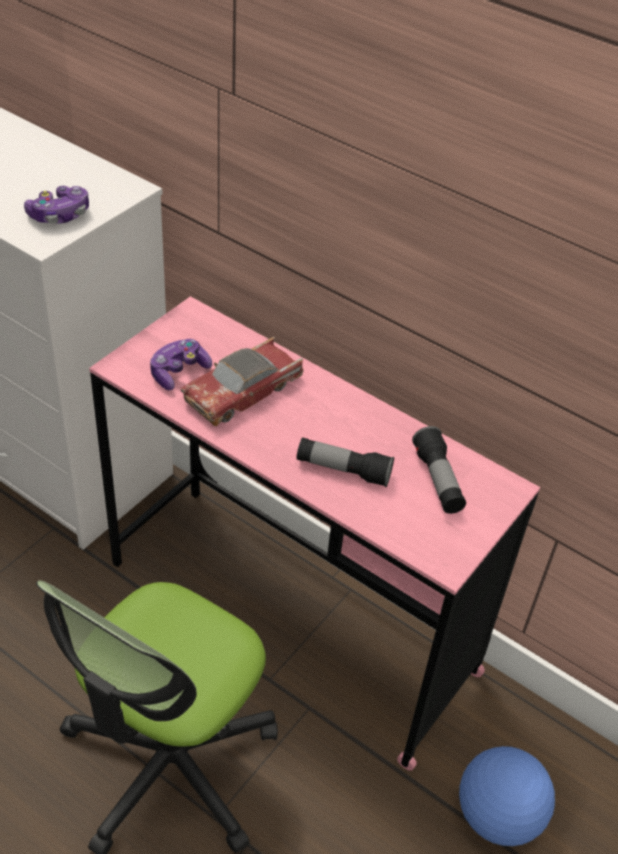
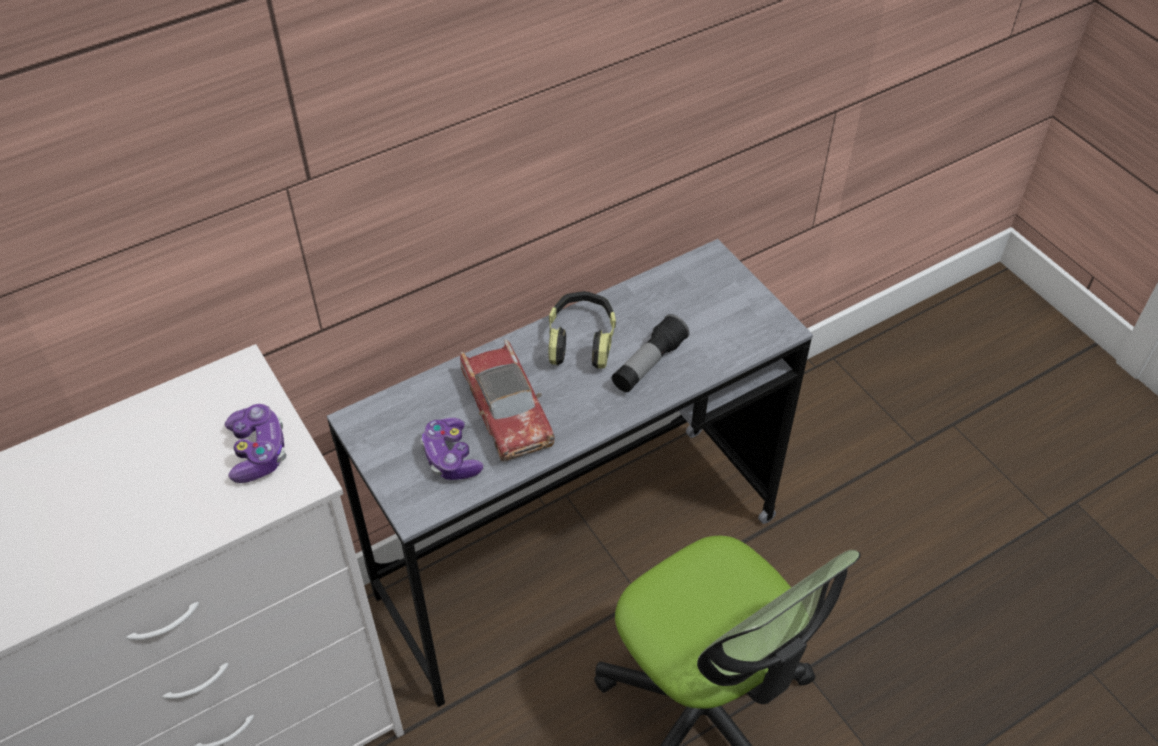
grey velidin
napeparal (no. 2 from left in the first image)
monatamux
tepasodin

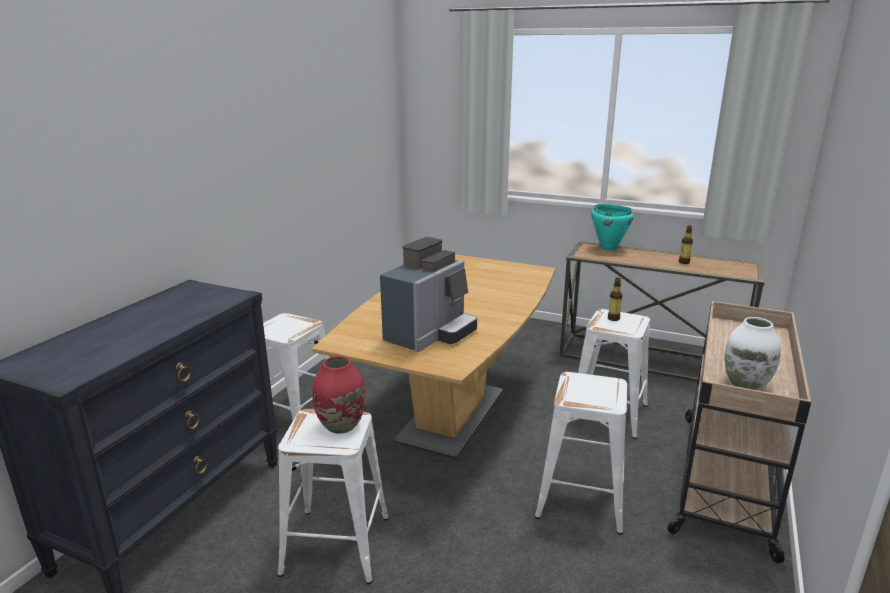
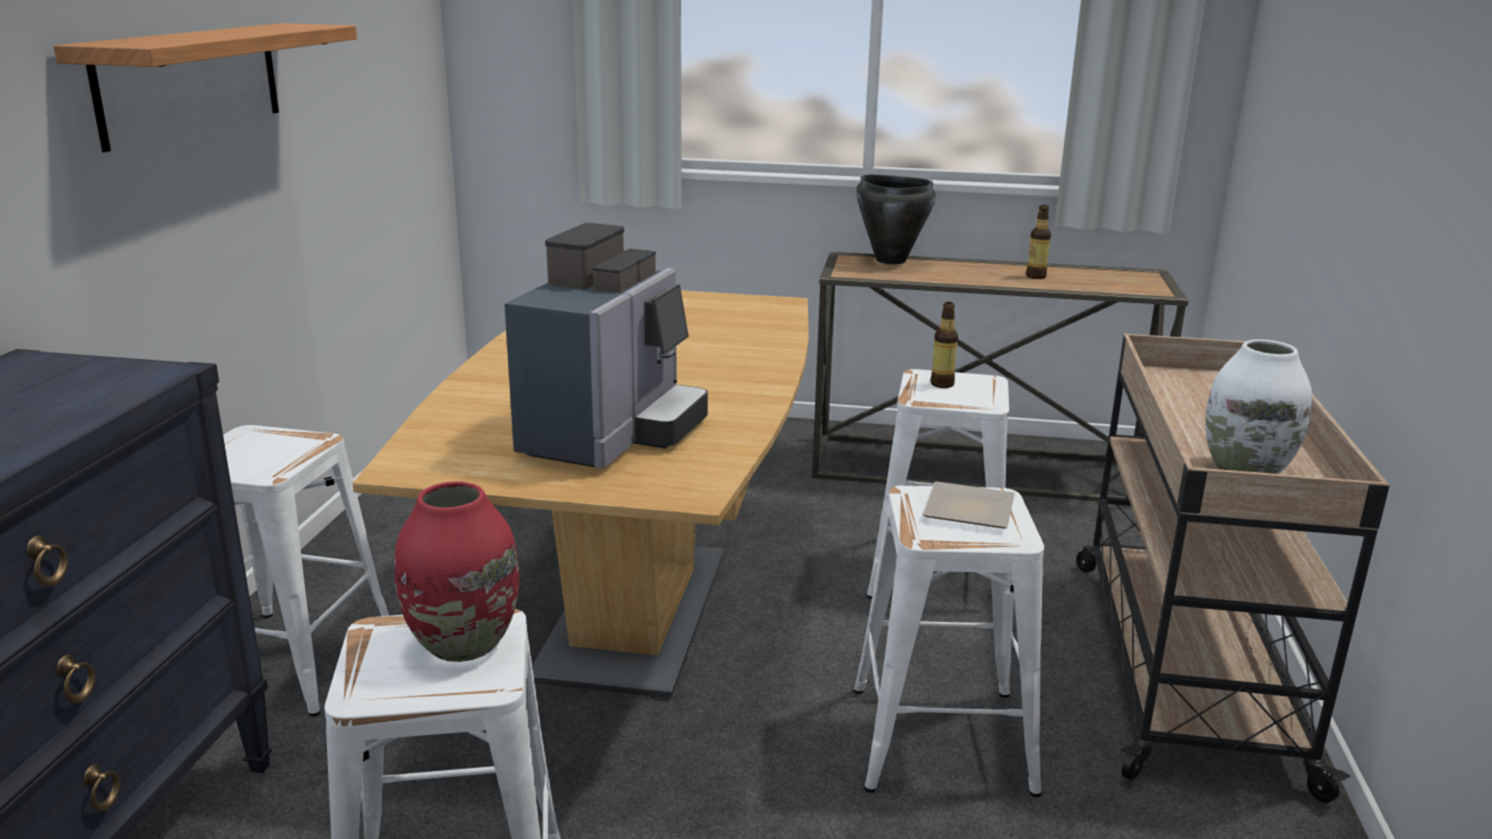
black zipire
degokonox
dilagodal

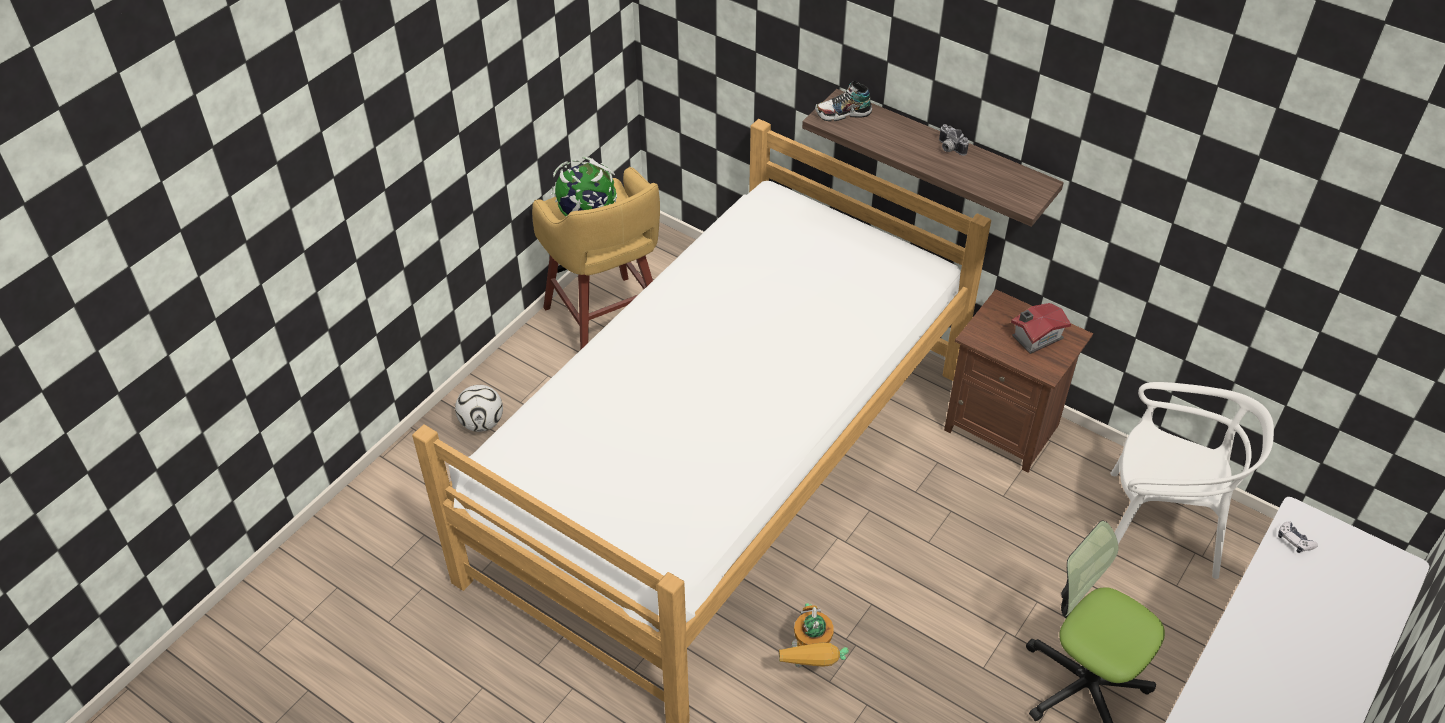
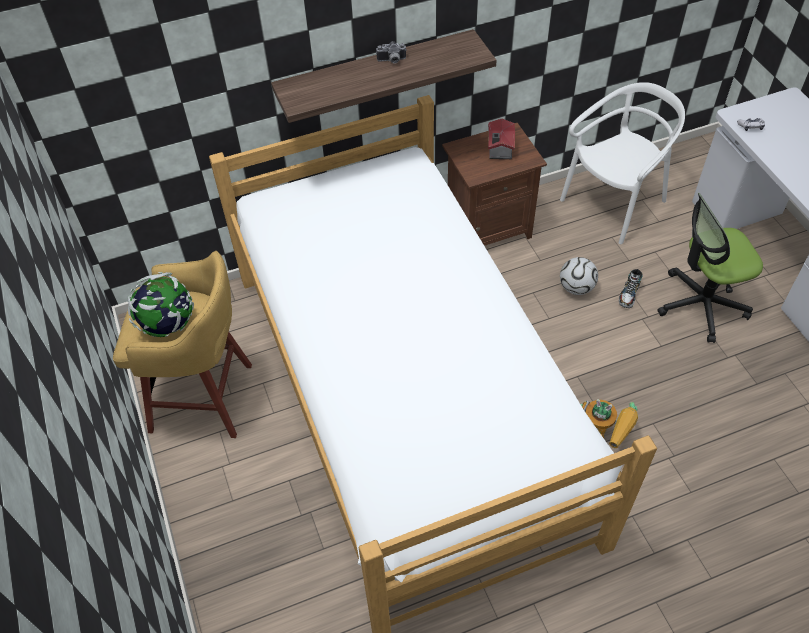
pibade
monatamux

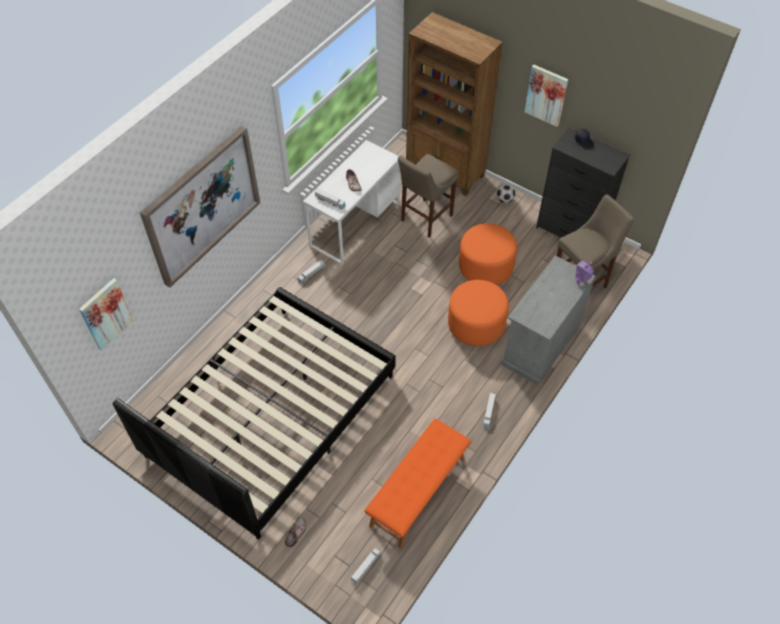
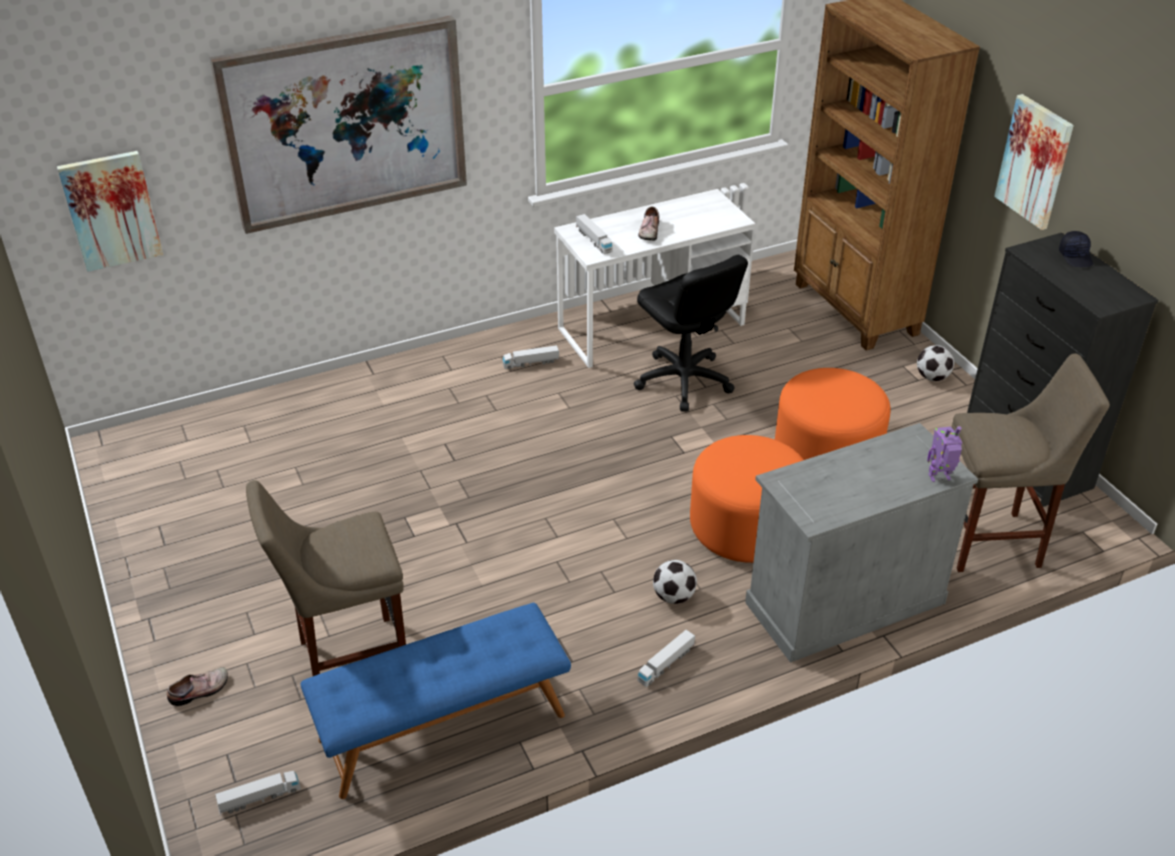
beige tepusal (no. 1 from left)
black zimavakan
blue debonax
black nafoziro
monatamux (no. 1 from left)

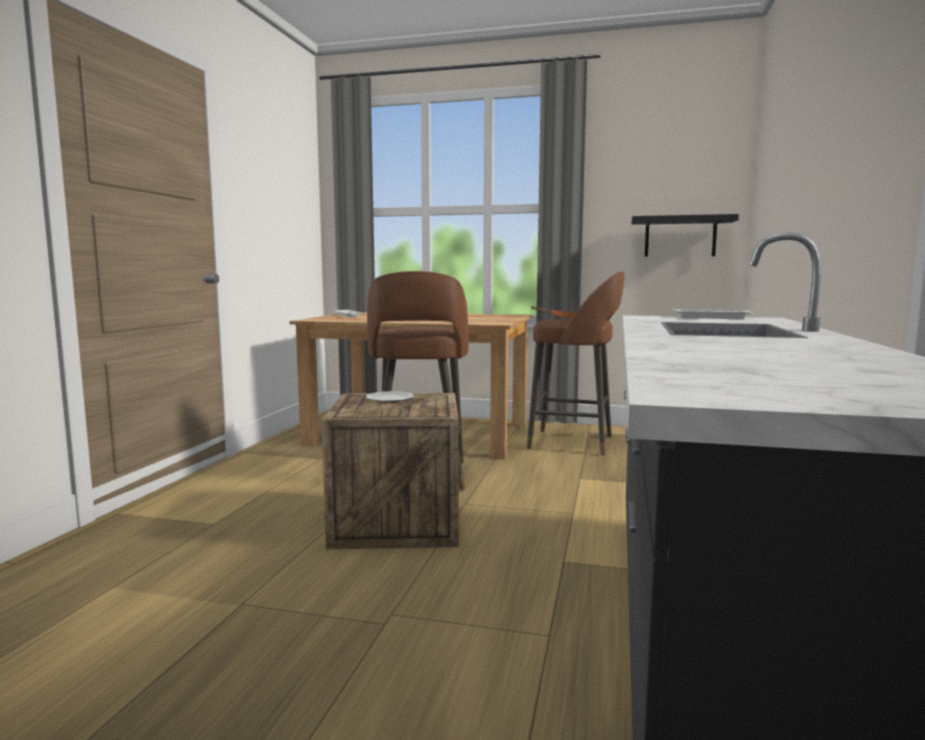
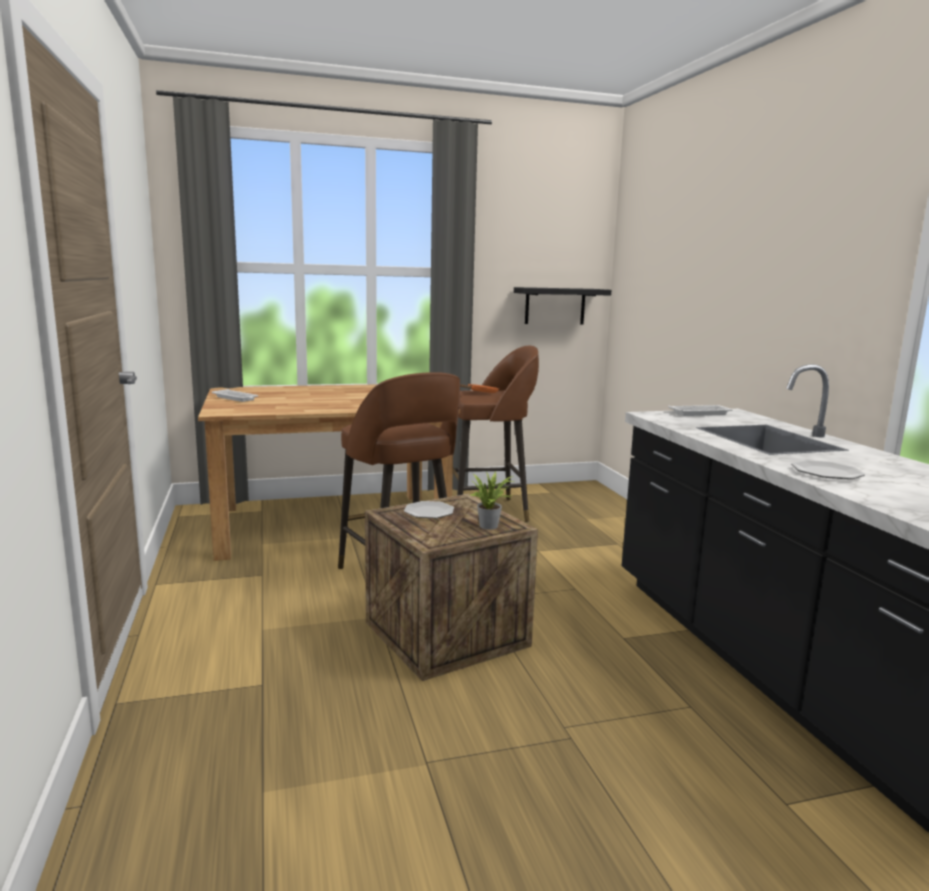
dilagodal (no. 2 from left)
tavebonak

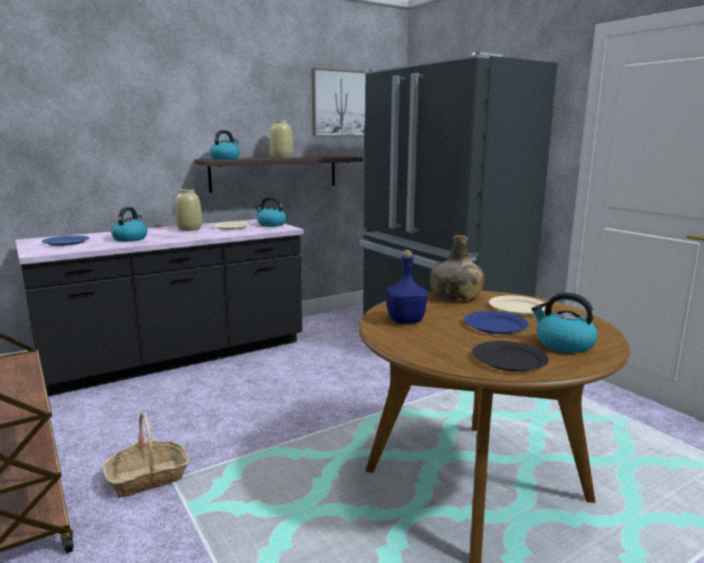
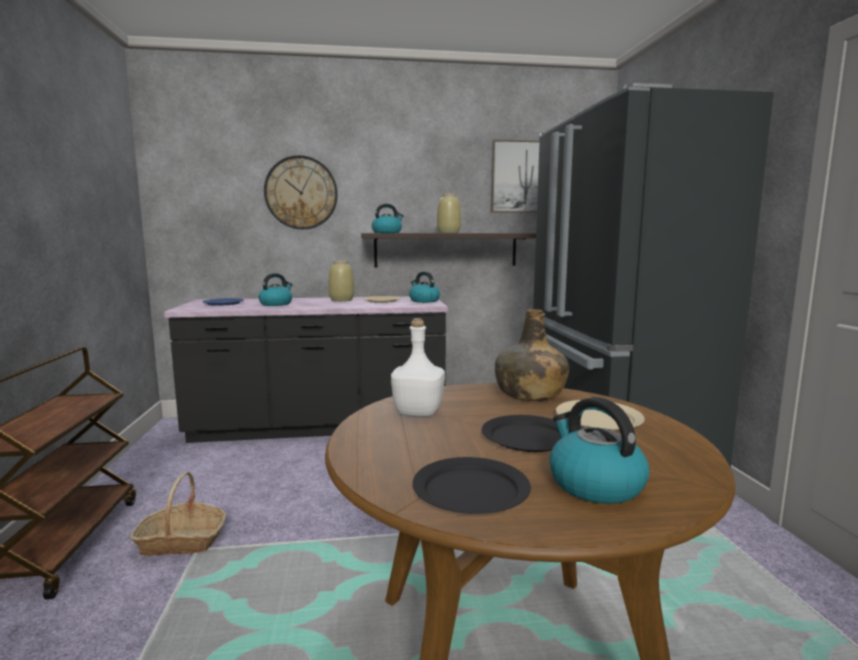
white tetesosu
black dilagodal (no. 2 from left)
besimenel

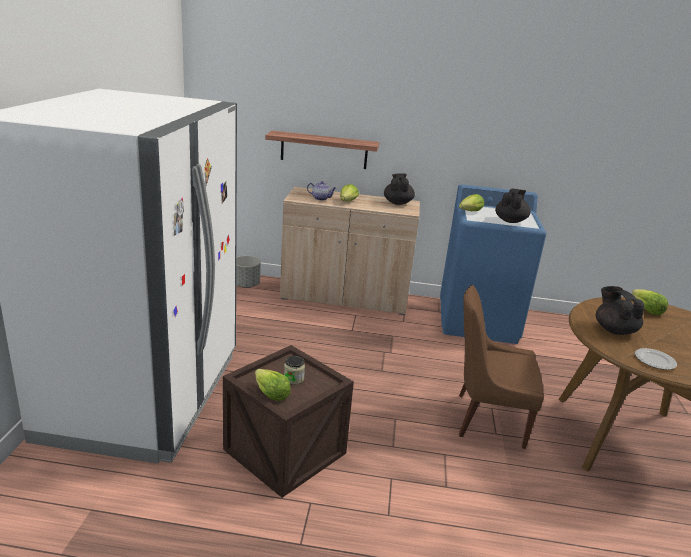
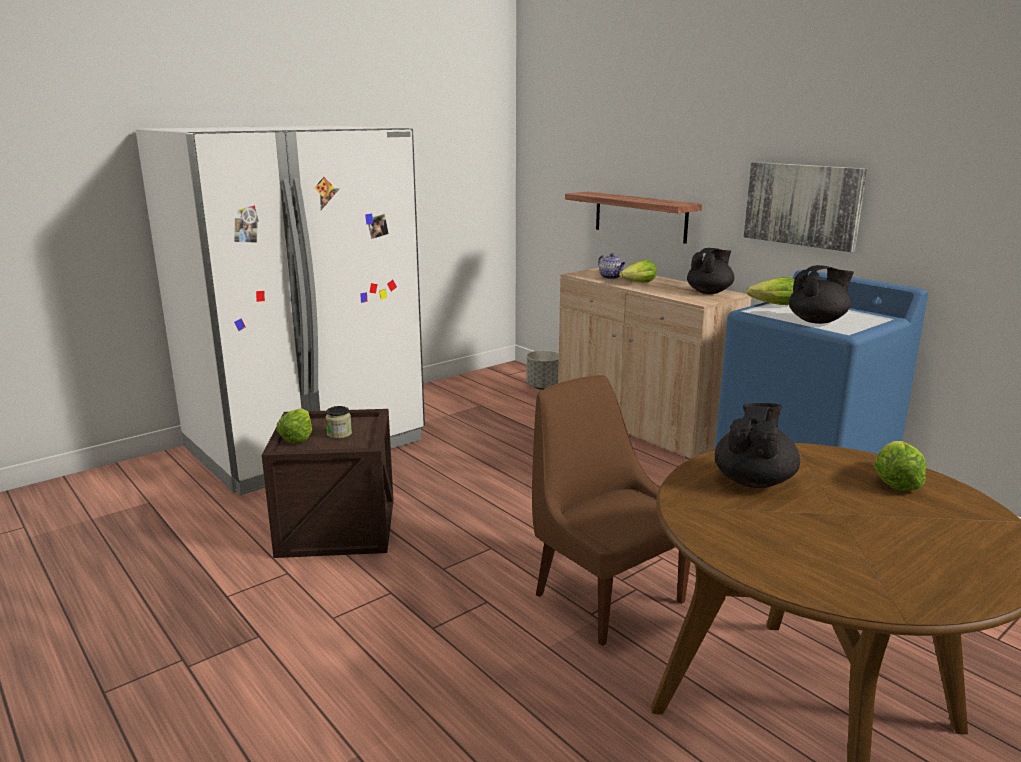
dilagodal
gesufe

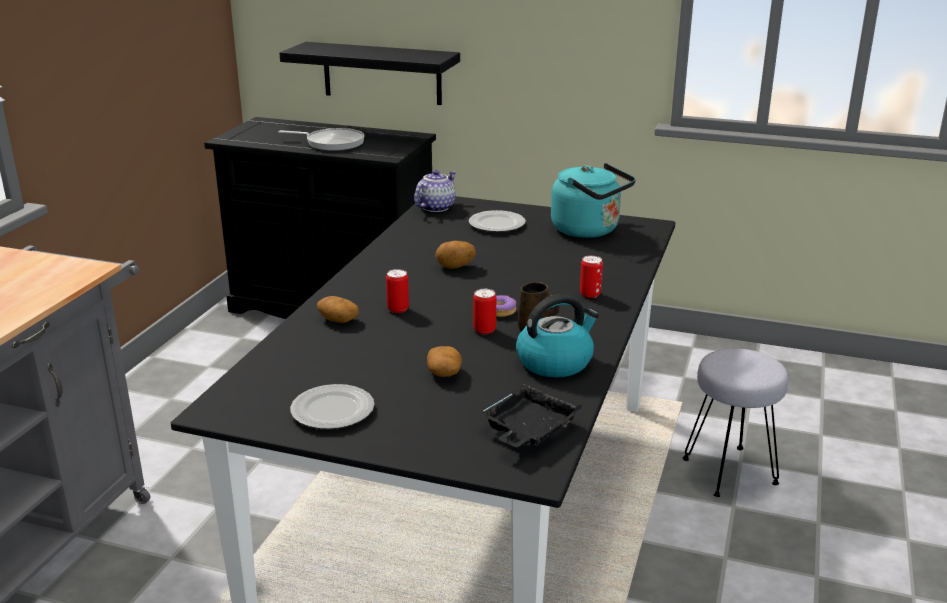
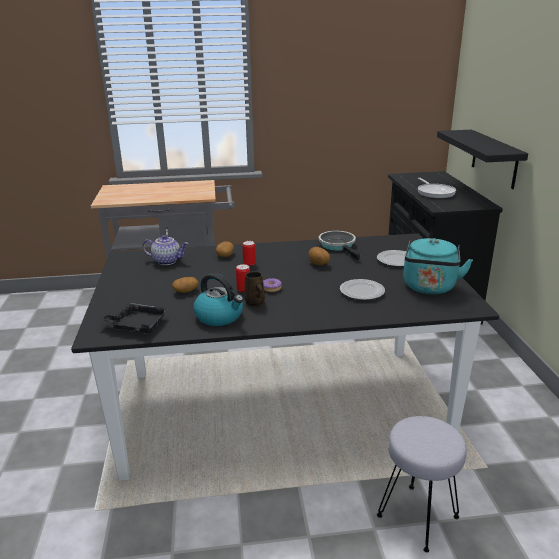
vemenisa
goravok (no. 3 from left in the first image)
dilagodal (no. 1 from left)
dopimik (no. 1 from left)

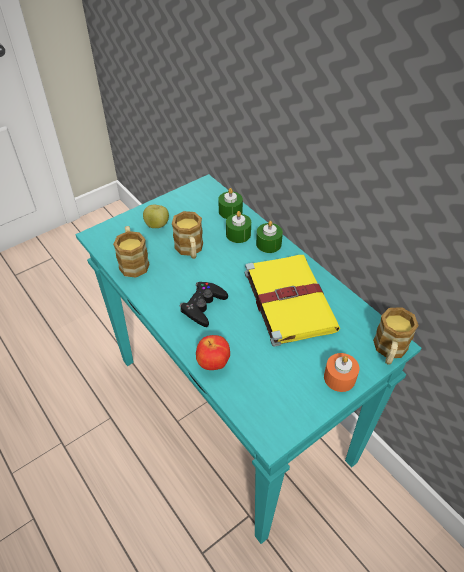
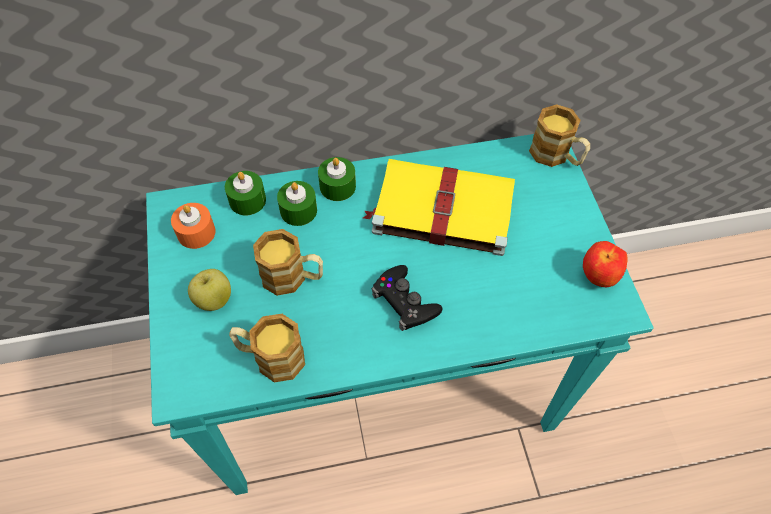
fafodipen (no. 2 from left)
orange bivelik

